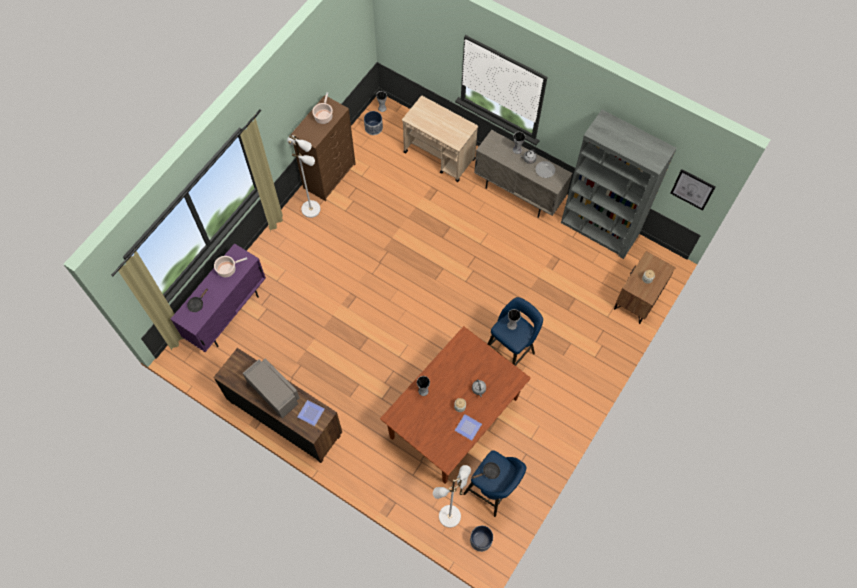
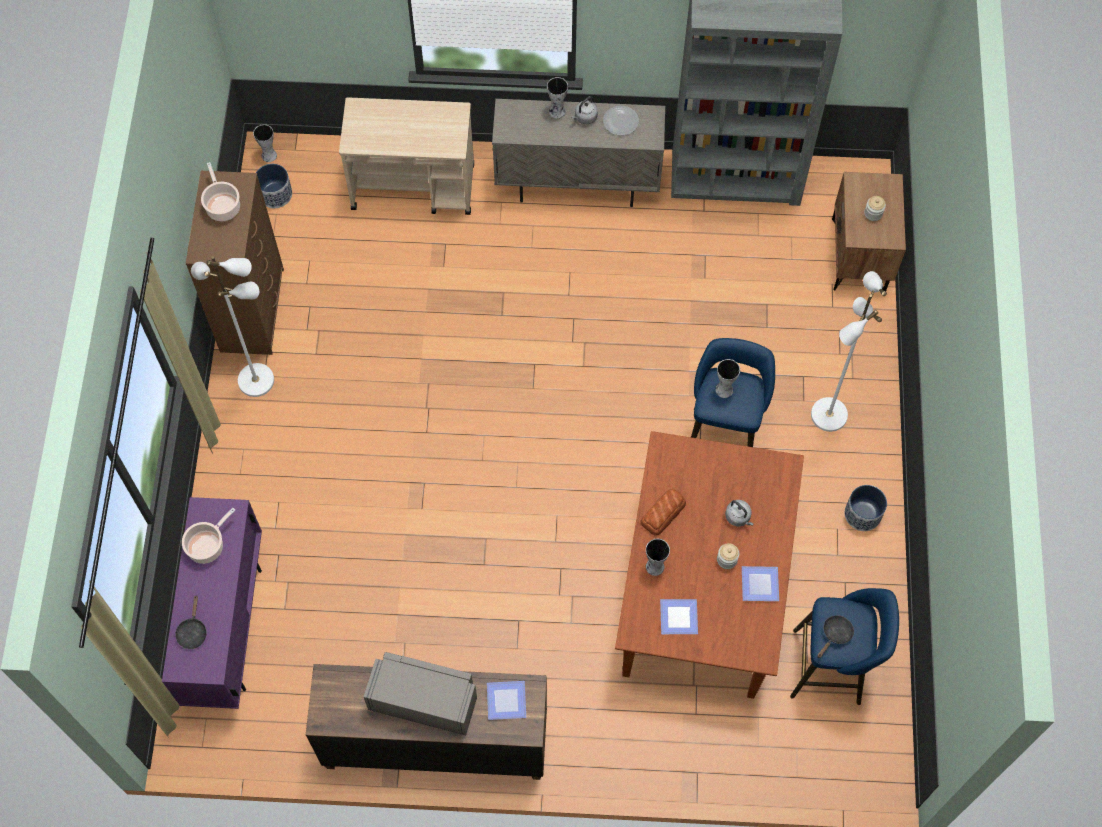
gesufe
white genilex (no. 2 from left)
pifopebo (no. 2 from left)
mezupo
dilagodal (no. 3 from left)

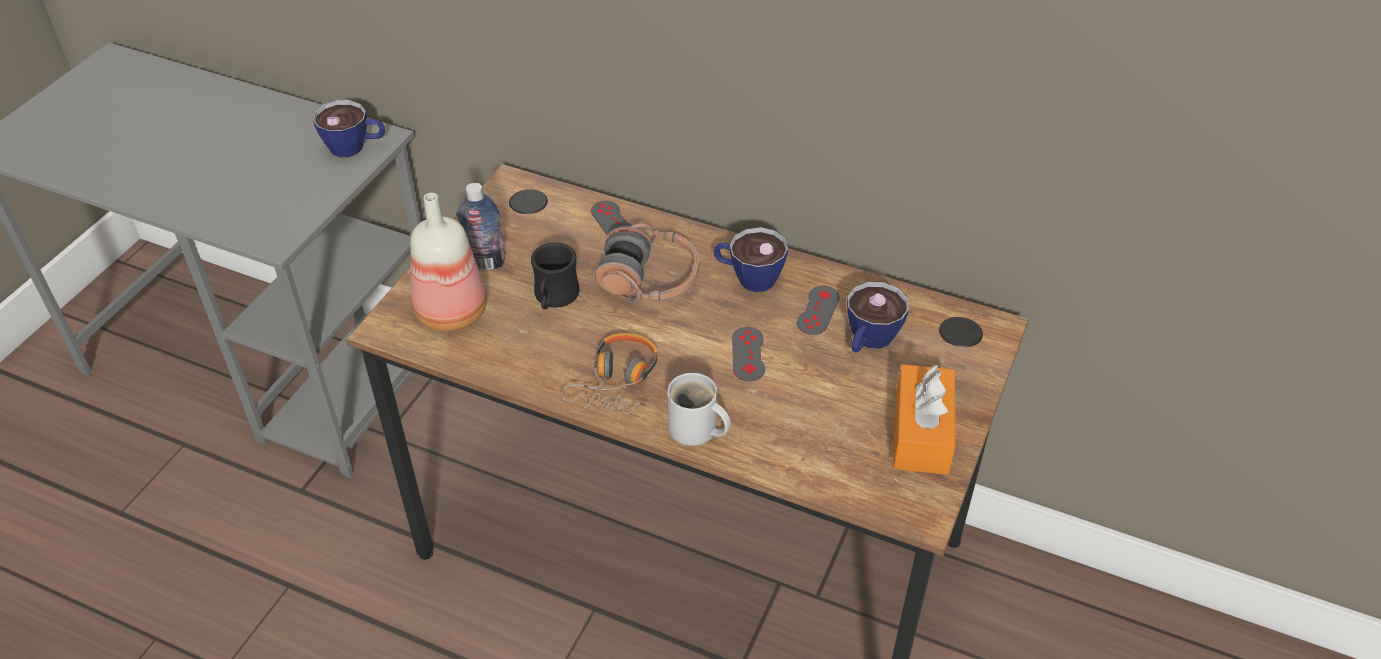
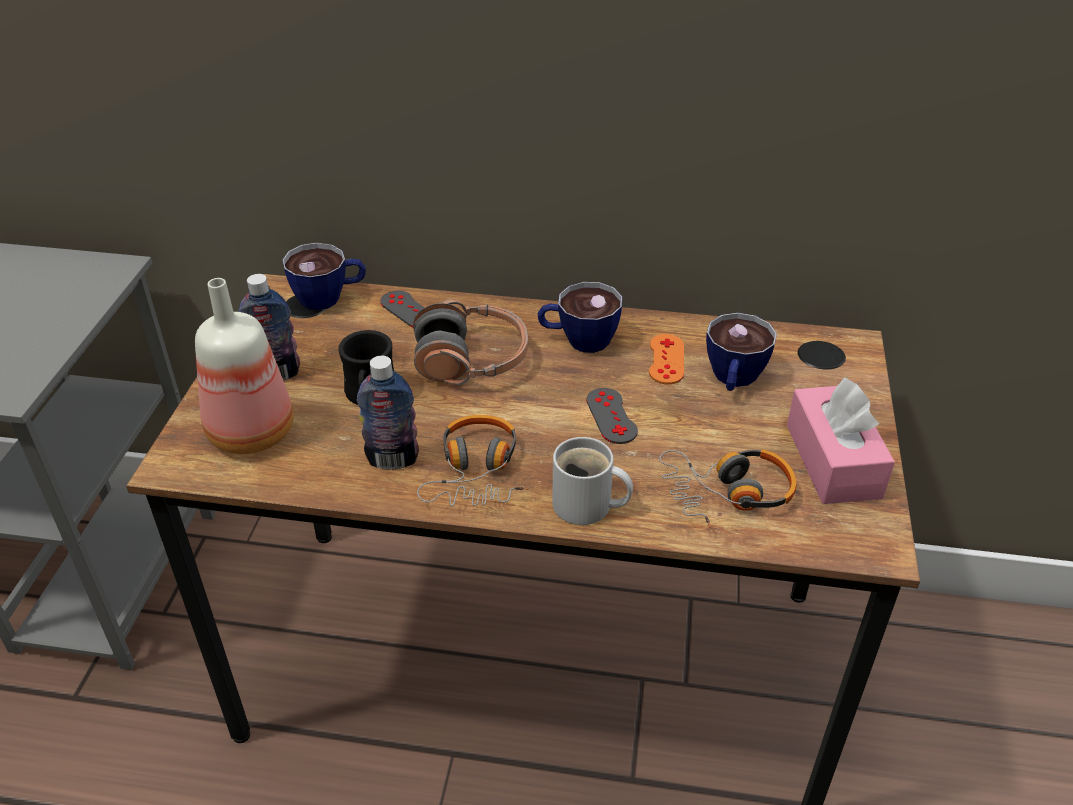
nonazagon (no. 1 from left)
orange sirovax
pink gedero
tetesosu (no. 3 from left)
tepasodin (no. 3 from left)

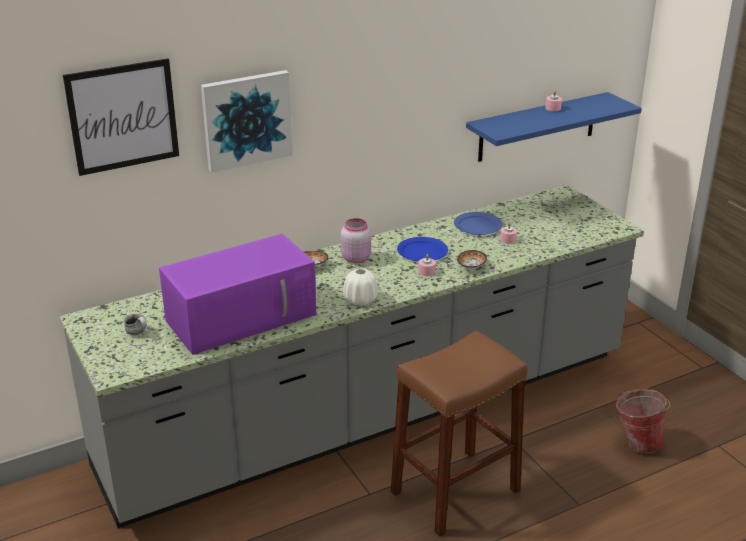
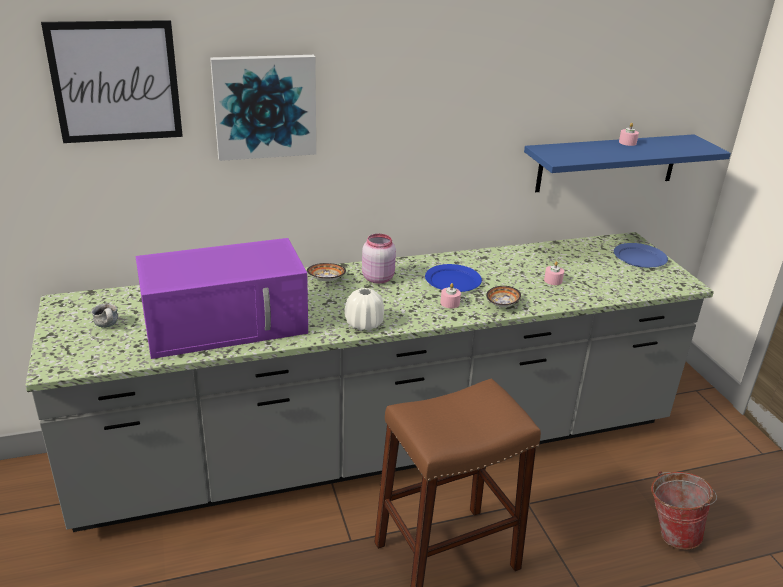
blue dilagodal (no. 2 from left)

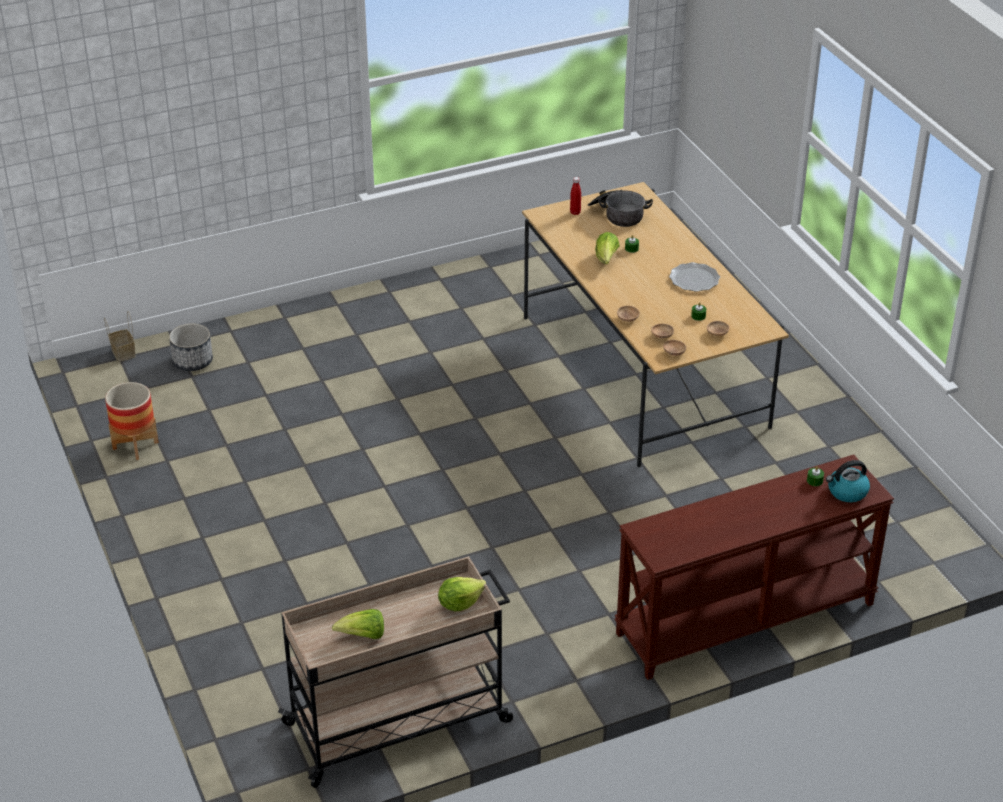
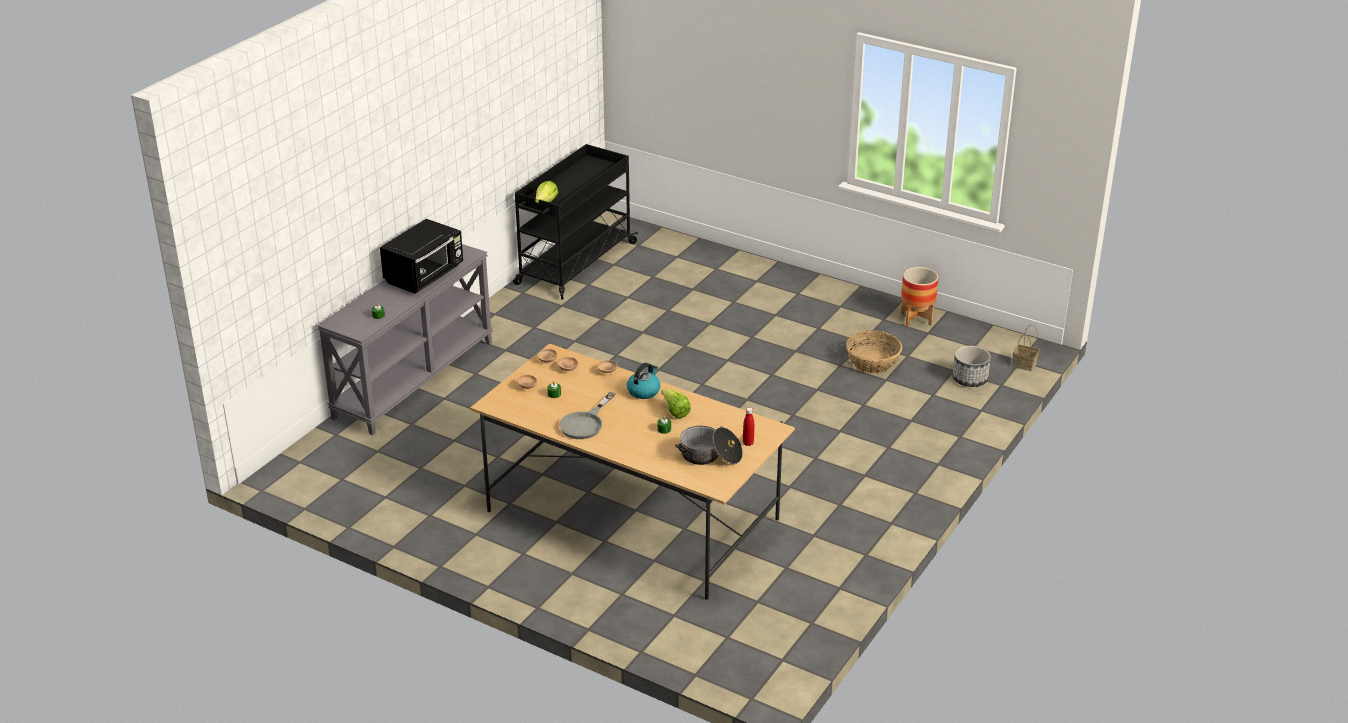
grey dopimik
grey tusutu
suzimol
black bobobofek
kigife (no. 1 from left in the first image)
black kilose
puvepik (no. 1 from left)

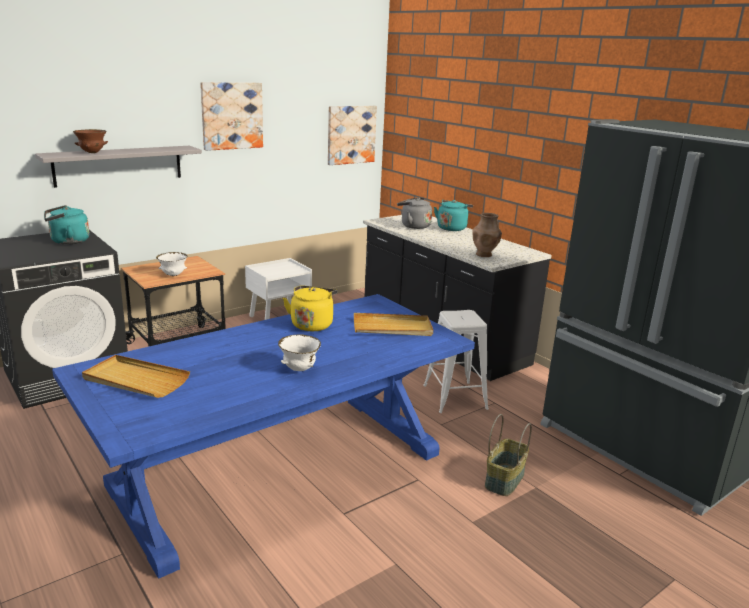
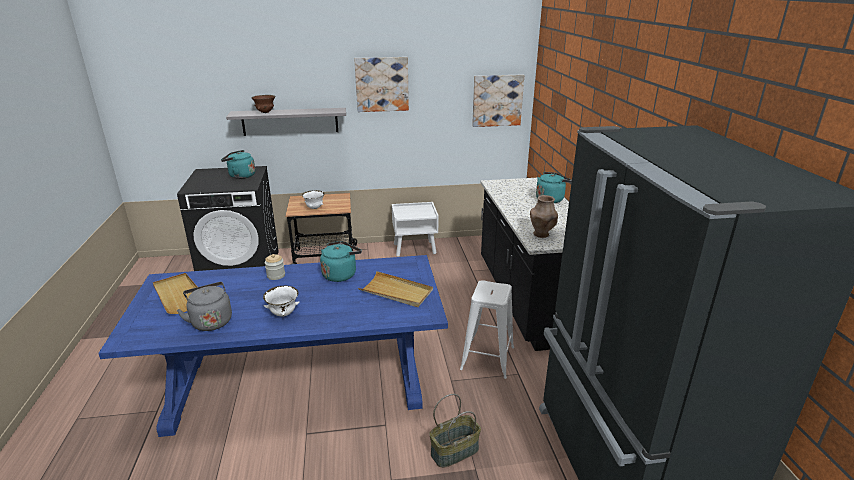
grey suzimol
turquoise suzimol (no. 2 from left)
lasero

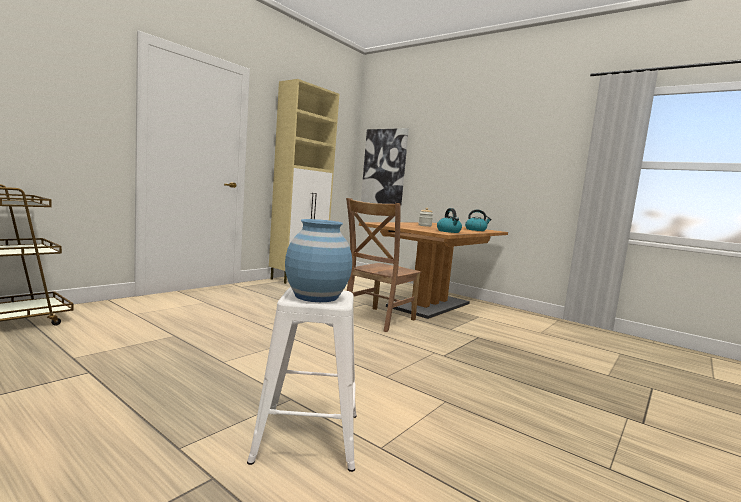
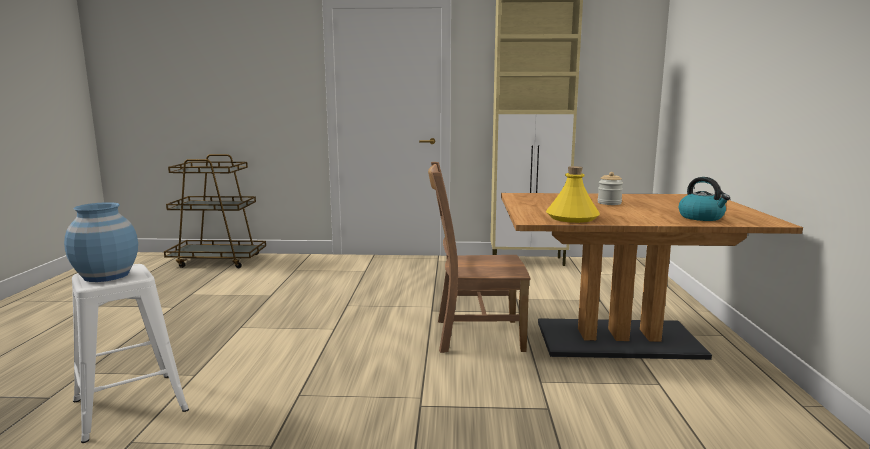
gesufe
yellow tetesosu

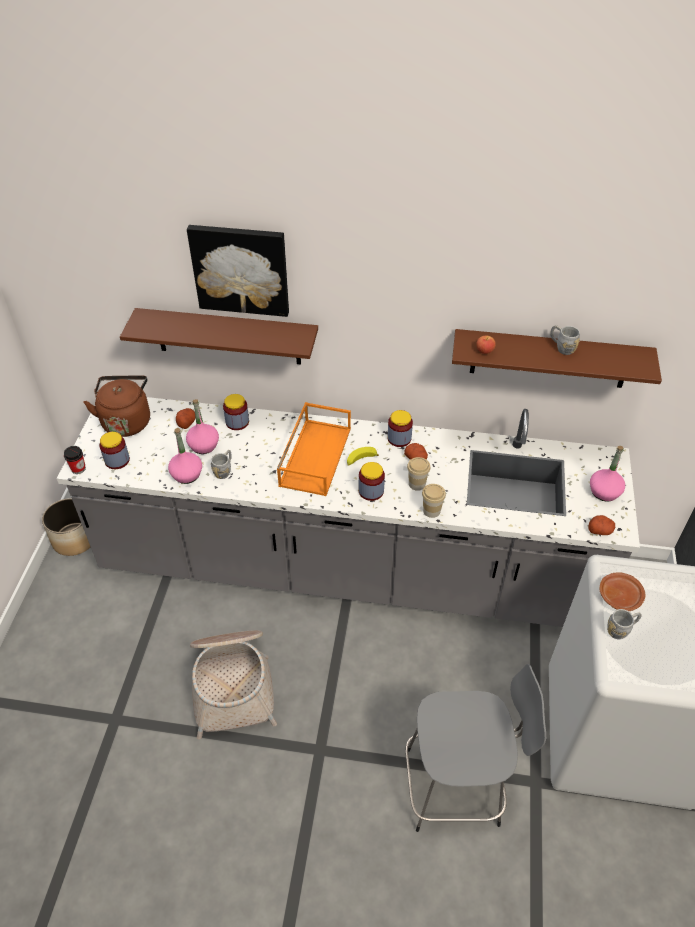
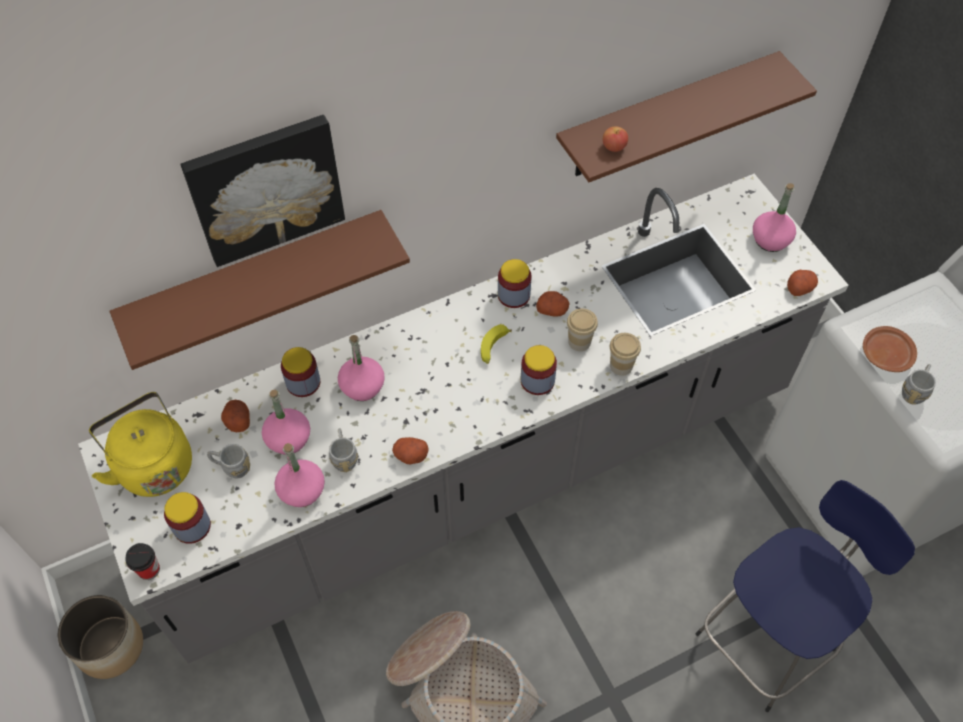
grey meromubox (no. 1 from left)
yellow suzimol
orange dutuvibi
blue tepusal
pink tetesosu (no. 3 from left)
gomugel (no. 2 from left)

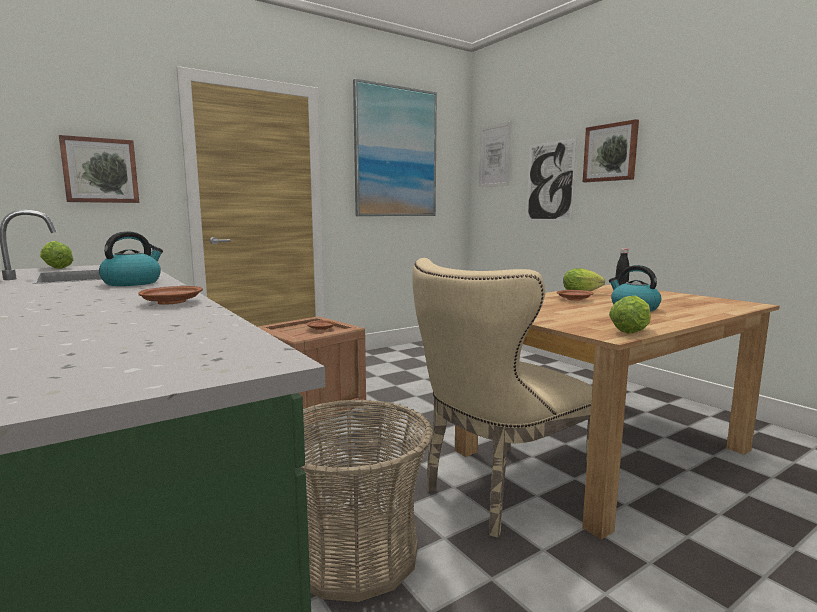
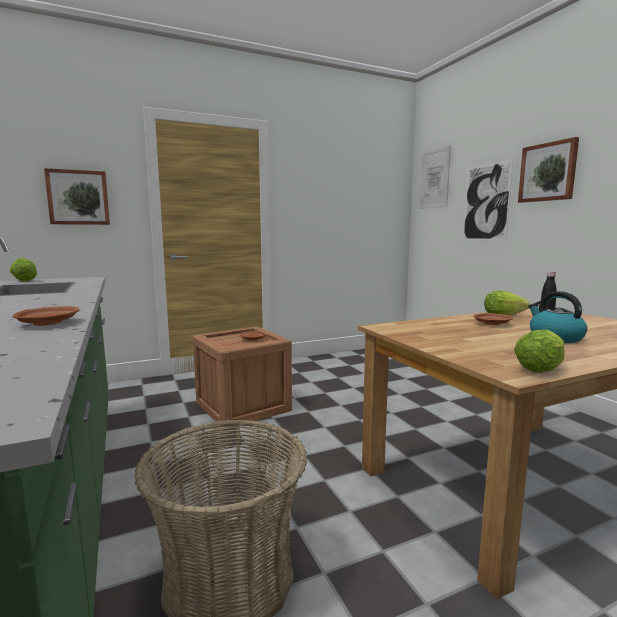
gesufe (no. 2 from left in the first image)
suzimol (no. 1 from left in the first image)
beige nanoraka

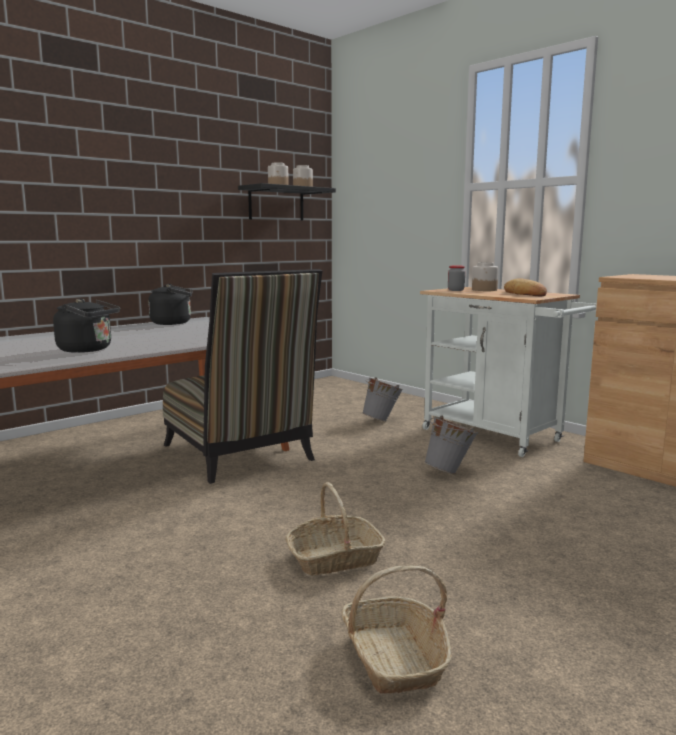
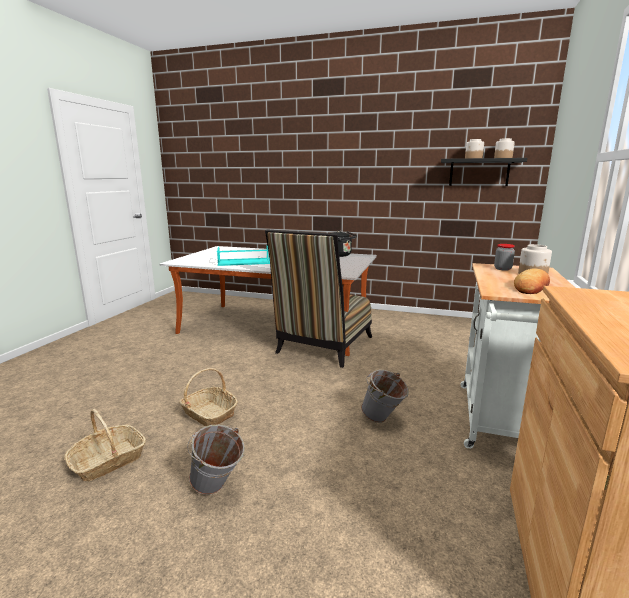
turquoise dutuvibi
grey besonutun (no. 1 from left)

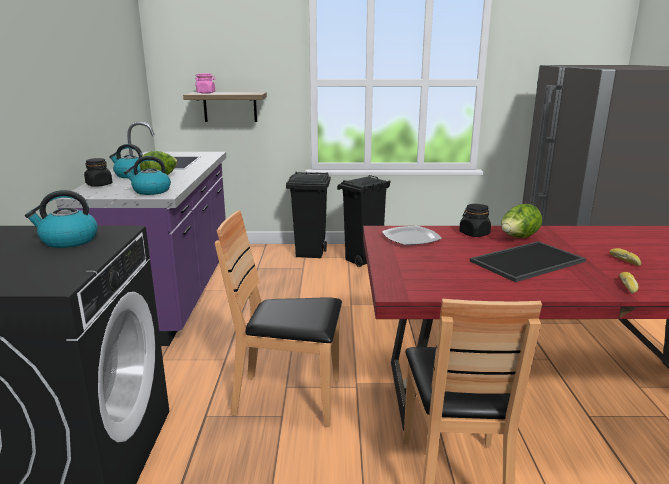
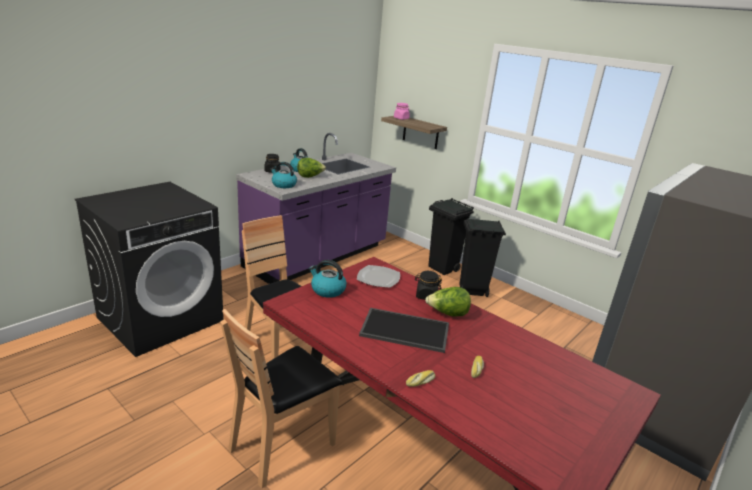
suzimol (no. 3 from left)

